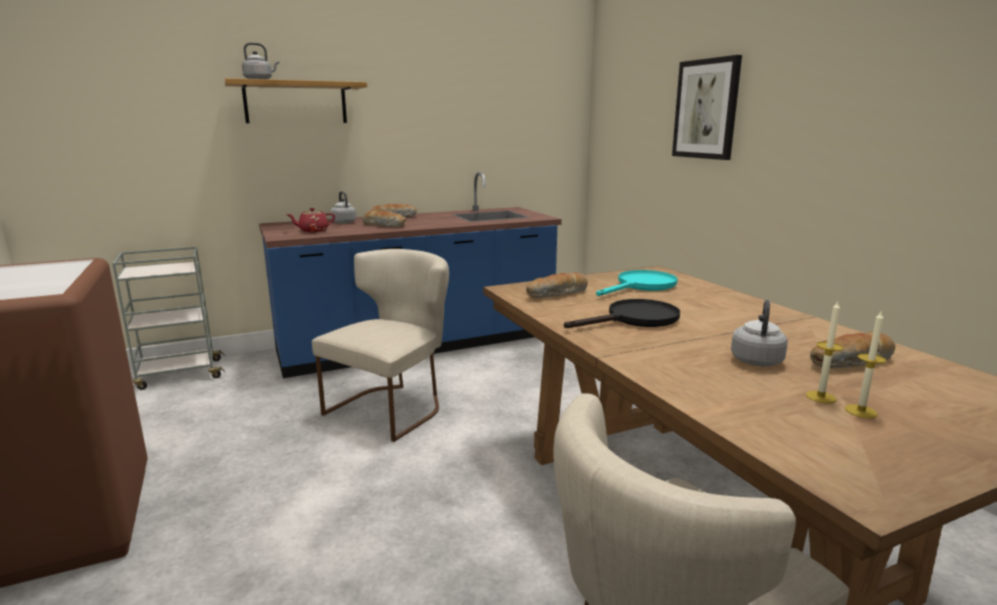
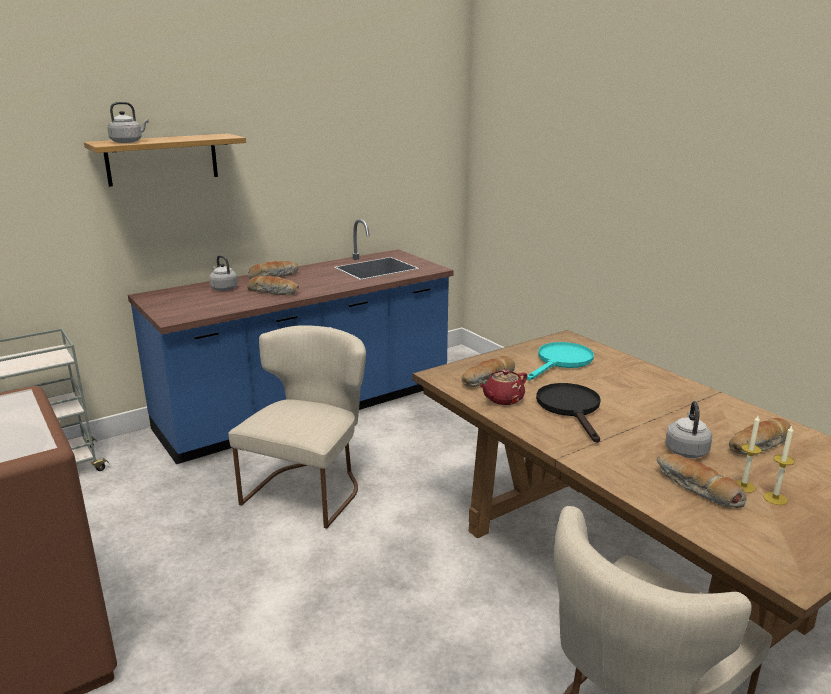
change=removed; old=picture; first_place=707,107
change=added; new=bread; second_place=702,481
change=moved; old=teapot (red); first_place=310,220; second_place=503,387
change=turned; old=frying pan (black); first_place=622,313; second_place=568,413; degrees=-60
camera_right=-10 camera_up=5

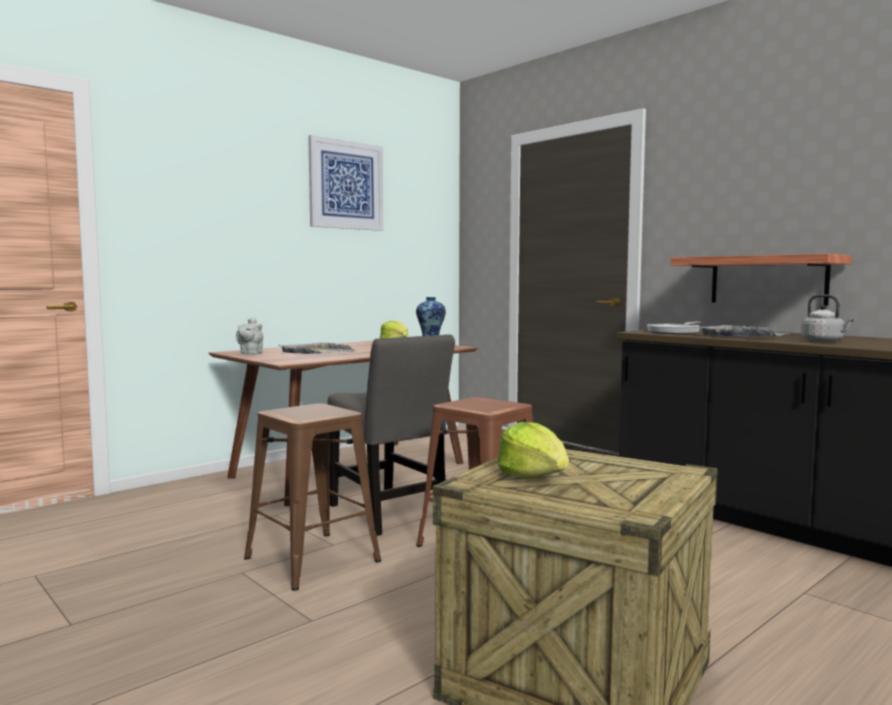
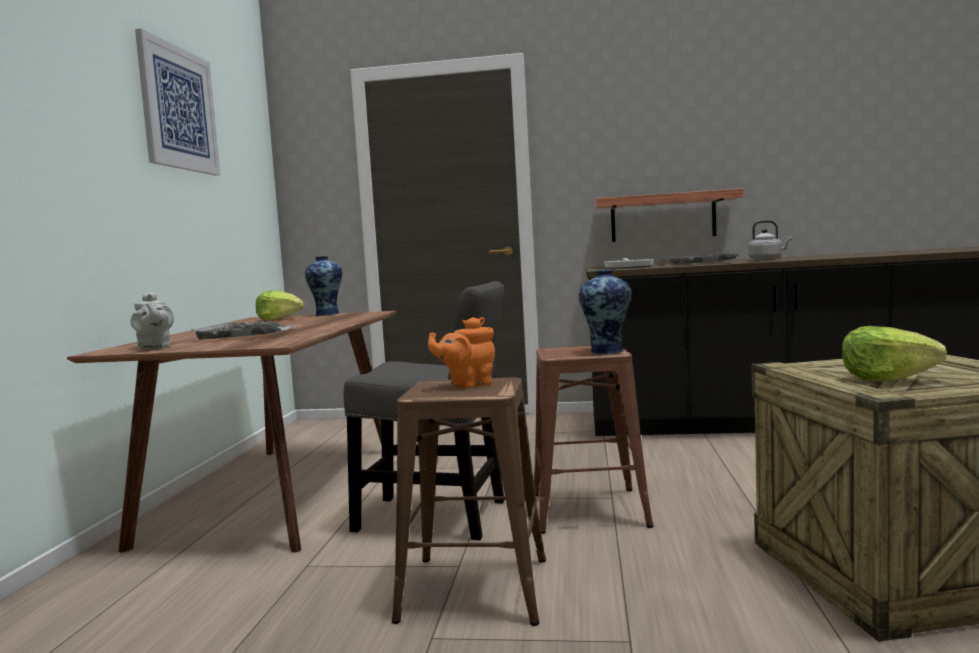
change=added; new=teapot (orange); second_place=461,353
change=added; new=vase; second_place=605,312
camera_right=-40 camera_up=0

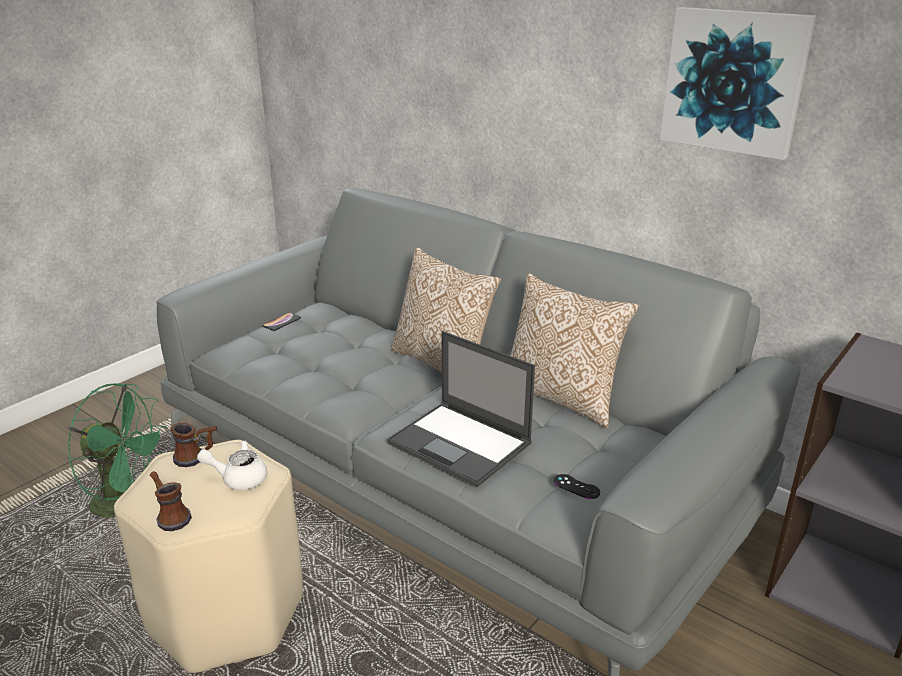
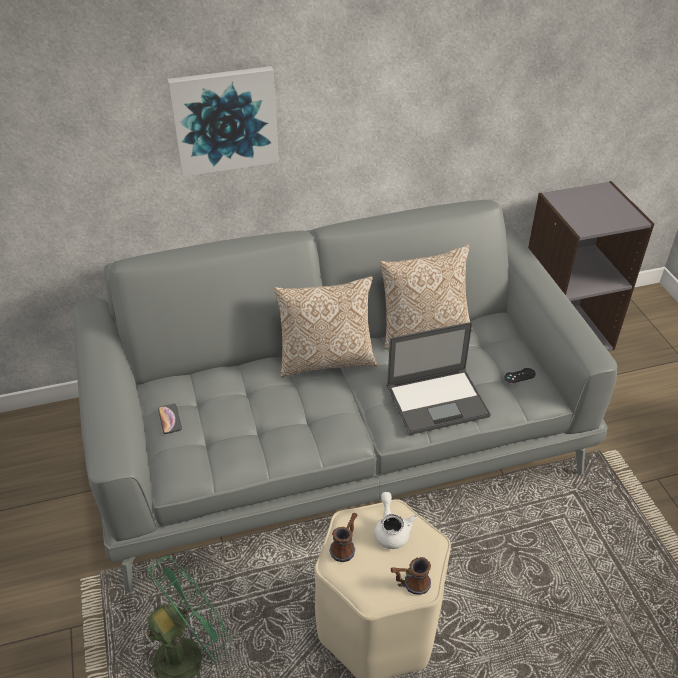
change=moved; old=picture; first_place=738,83; second_place=223,121
change=turned; old=teapot (white); first_place=232,465; second_place=395,520; degrees=135
camera_right=-55 camera_up=15

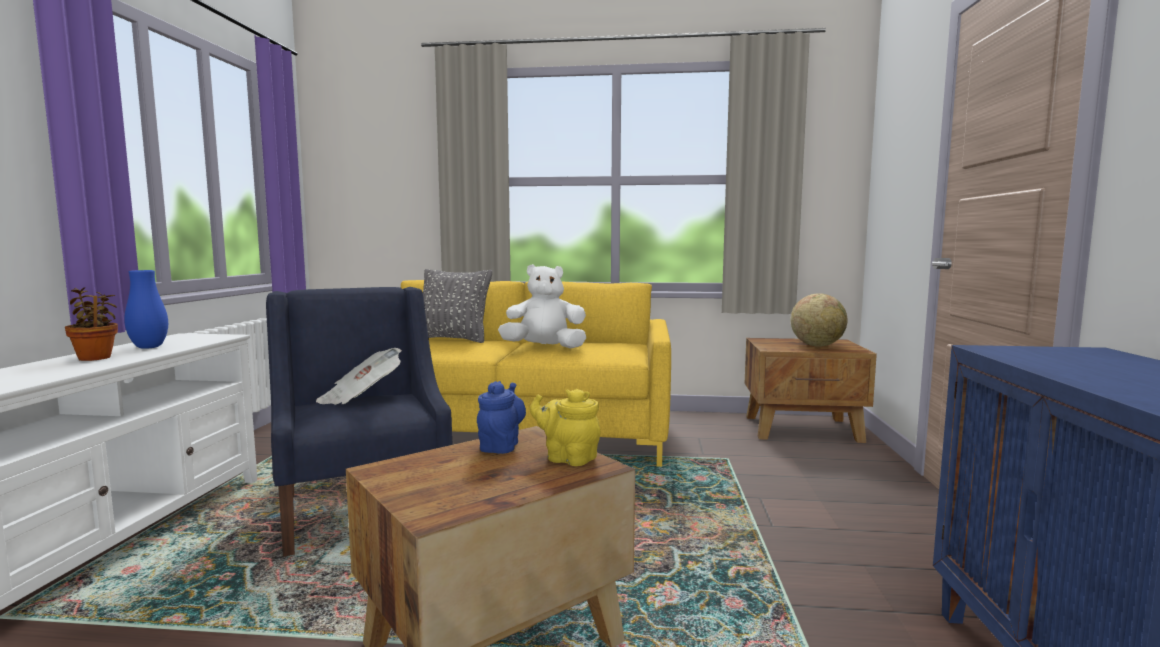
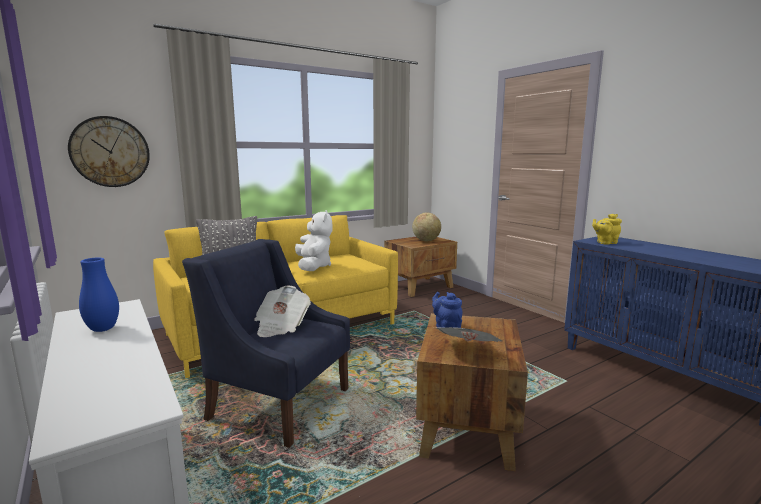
change=removed; old=potted plant; first_place=91,324
change=added; new=wall clock; second_place=109,151
change=added; new=newspaper; second_place=468,334
change=moved; old=teapot (yellow); first_place=565,427; second_place=607,229
change=turned; old=plush toy (white); first_place=542,306; second_place=313,240; degrees=120
camera_right=-40 camera_up=5

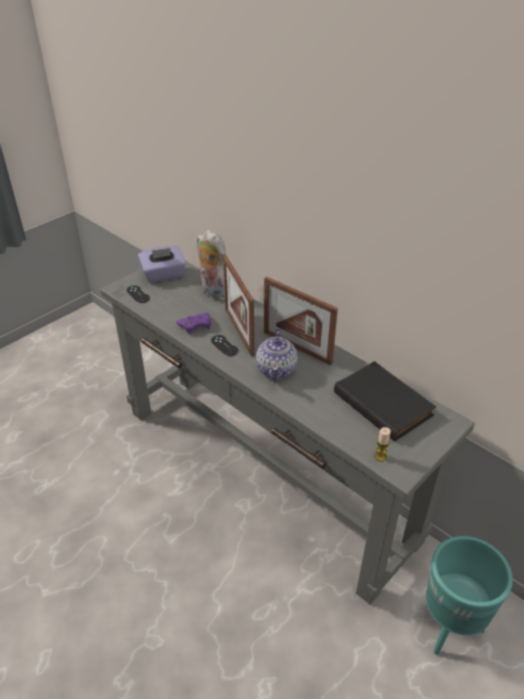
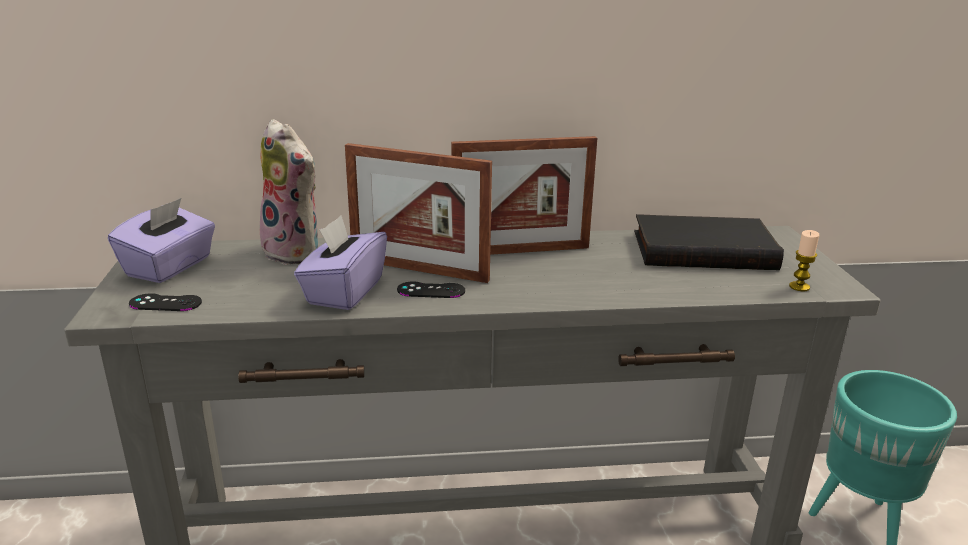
change=removed; old=teapot; first_place=277,354
change=replaced; old=game controller (purple); new=tissue box (purple); first_place=193,324; second_place=340,262
change=turned; old=plush toy; first_place=211,265; second_place=289,192; degrees=-135
camera_right=-50 camera_up=-15

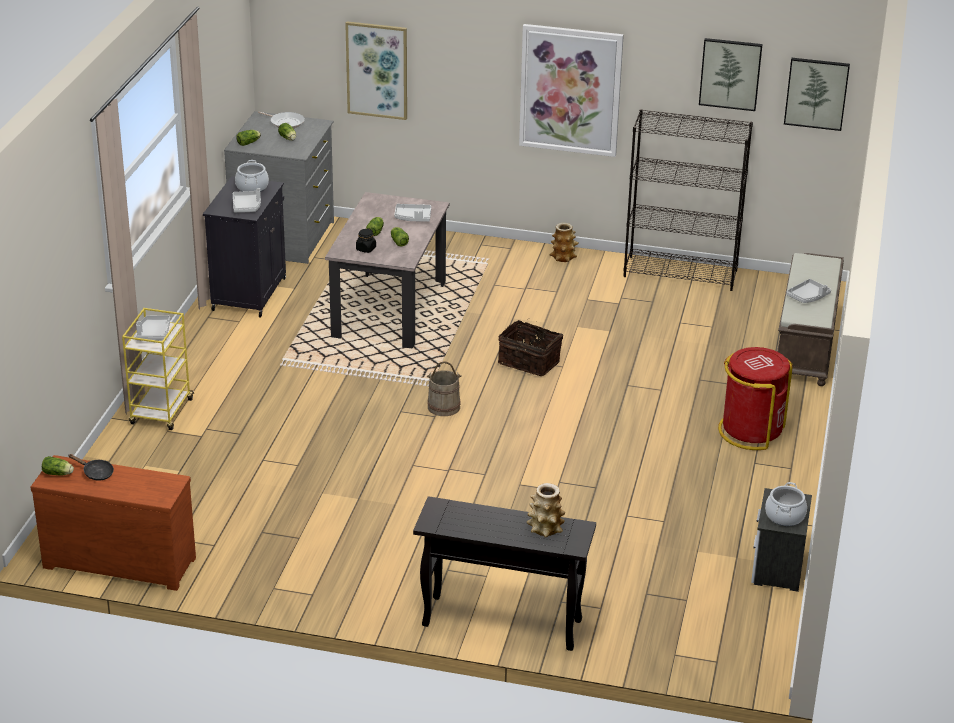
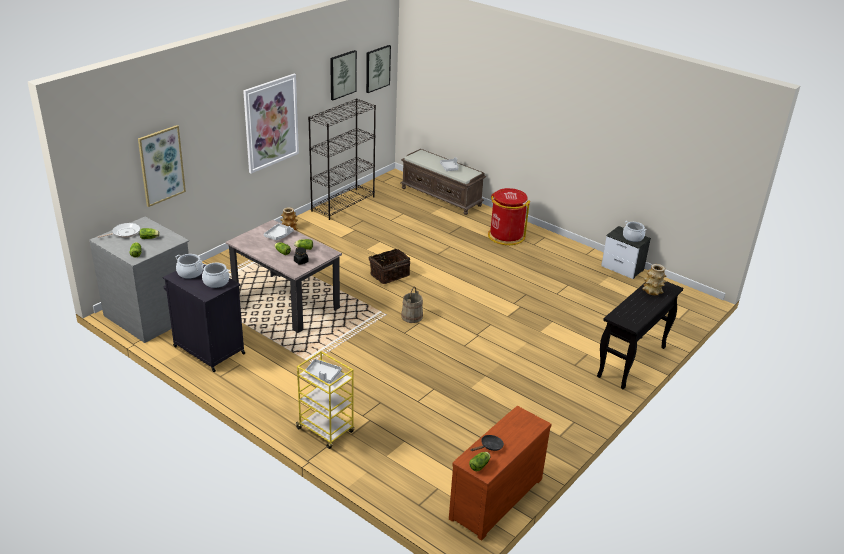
change=replaced; old=tray (grey); new=cooking pot; first_place=247,200; second_place=215,275
camera_right=-65 camera_up=0

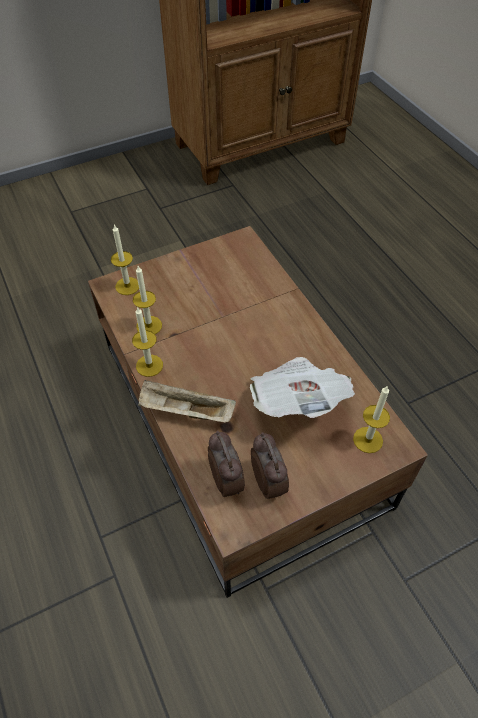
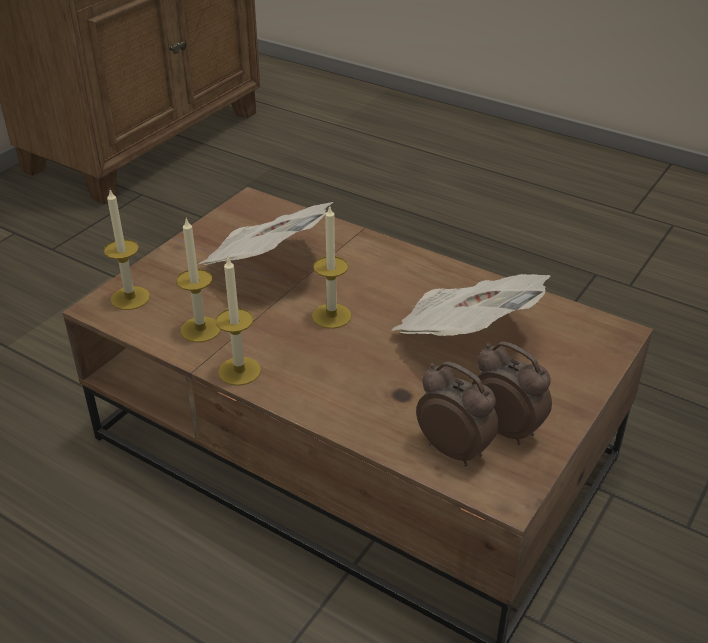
change=removed; old=tray (beige); first_place=187,401
change=added; new=newspaper; second_place=266,233
change=moved; old=candle; first_place=371,419; second_place=332,267
camera_right=-30 camera_up=-15

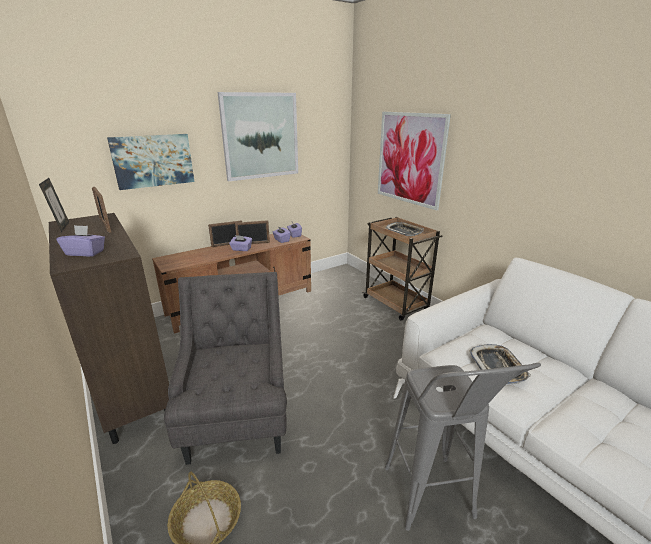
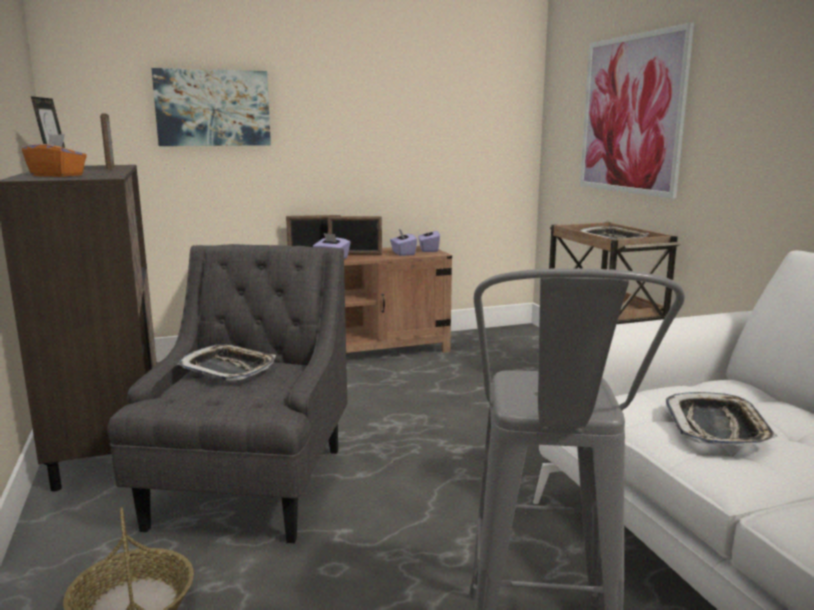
change=removed; old=picture; first_place=258,136
change=added; new=tray; second_place=226,362
change=recoloured; old=tissue box (purple); new=tissue box (orange); first_place=81,241; second_place=54,155
camera_right=15 camera_up=-10

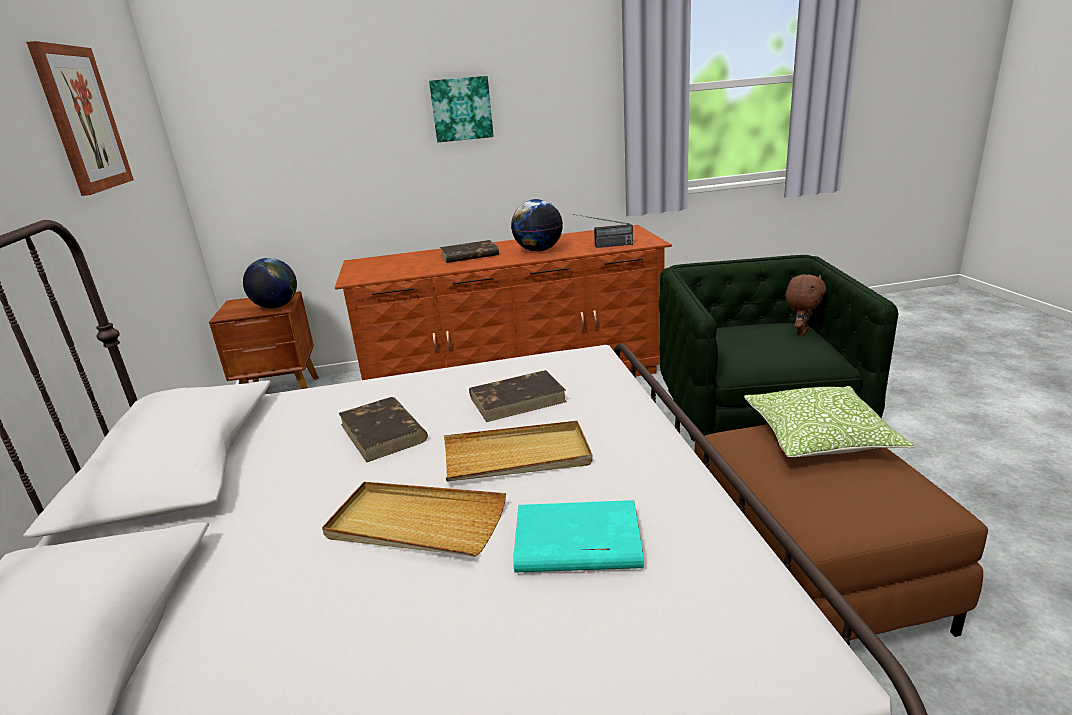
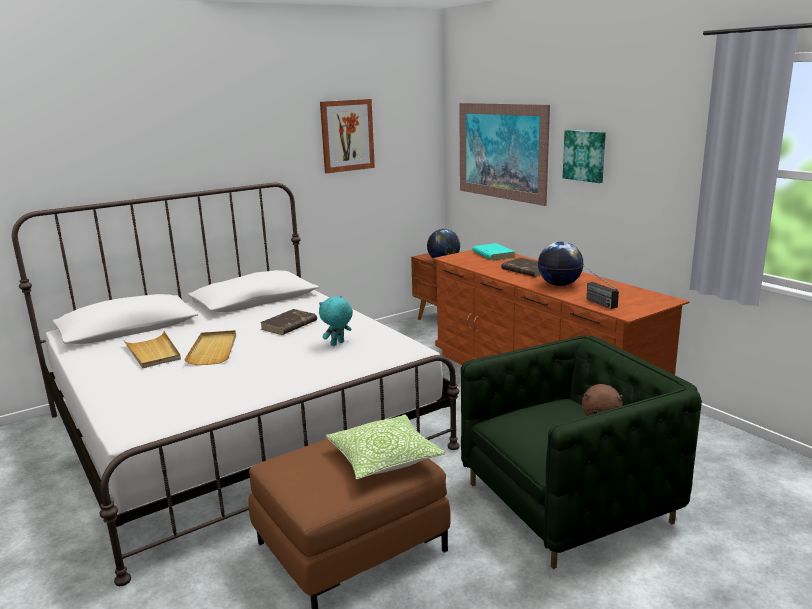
change=added; new=picture; second_place=504,154
change=moved; old=tray (beige); first_place=518,451; second_place=152,350
change=moved; old=book (turquoise); first_place=578,536; second_place=493,252
change=replaced; old=book (brown); new=plush toy (turquoise); first_place=518,396; second_place=336,321
camera_right=65 camera_up=-5

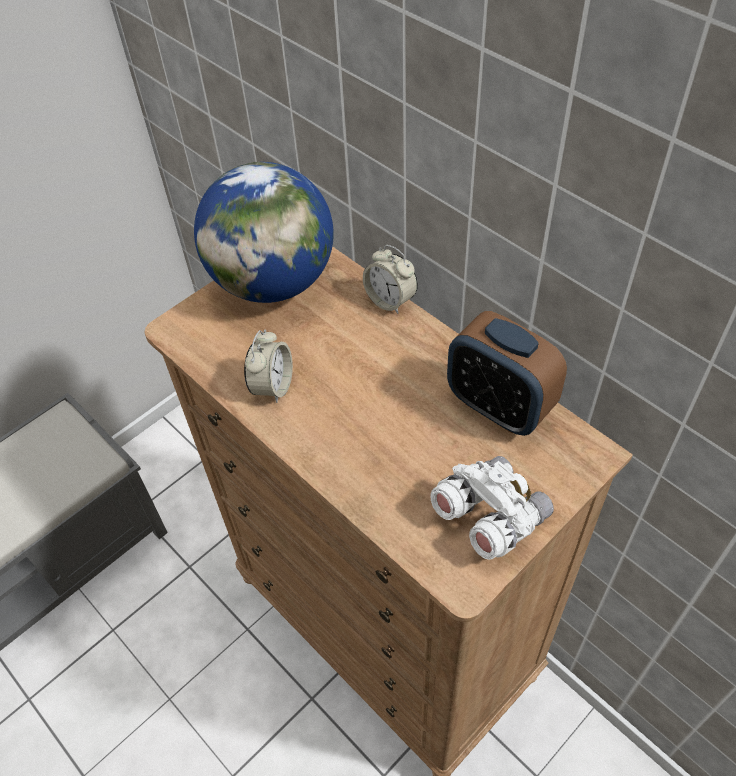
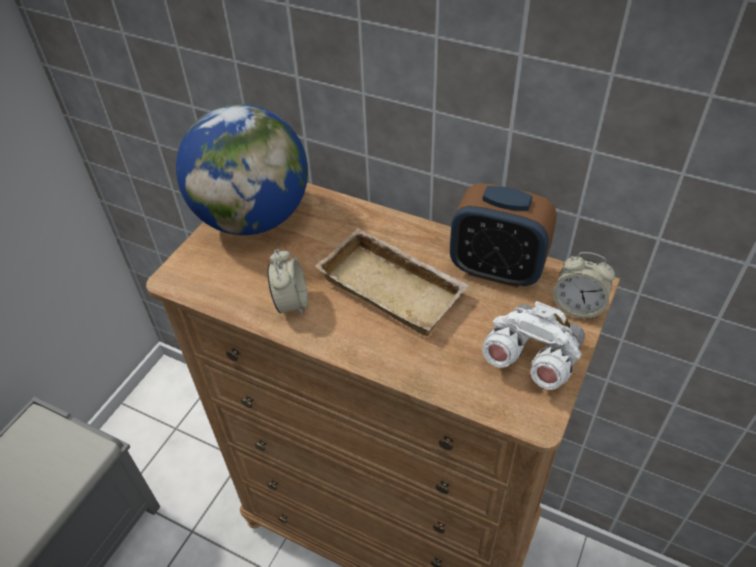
change=added; new=tray (beige); second_place=392,282
change=moved; old=alarm clock; first_place=390,279; second_place=584,285
camera_right=-20 camera_up=-5

